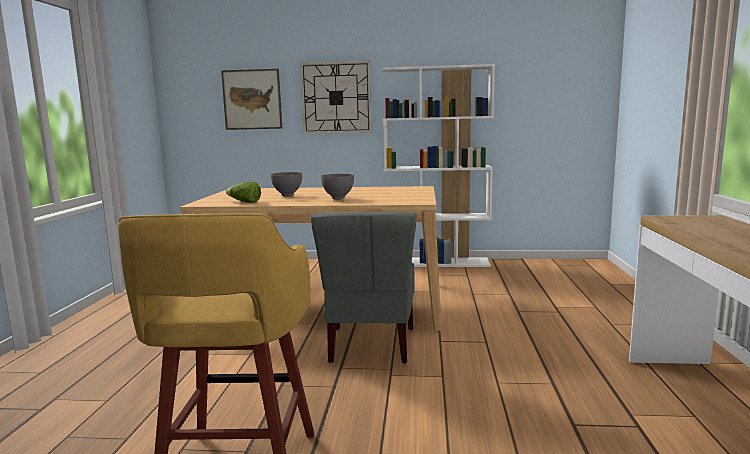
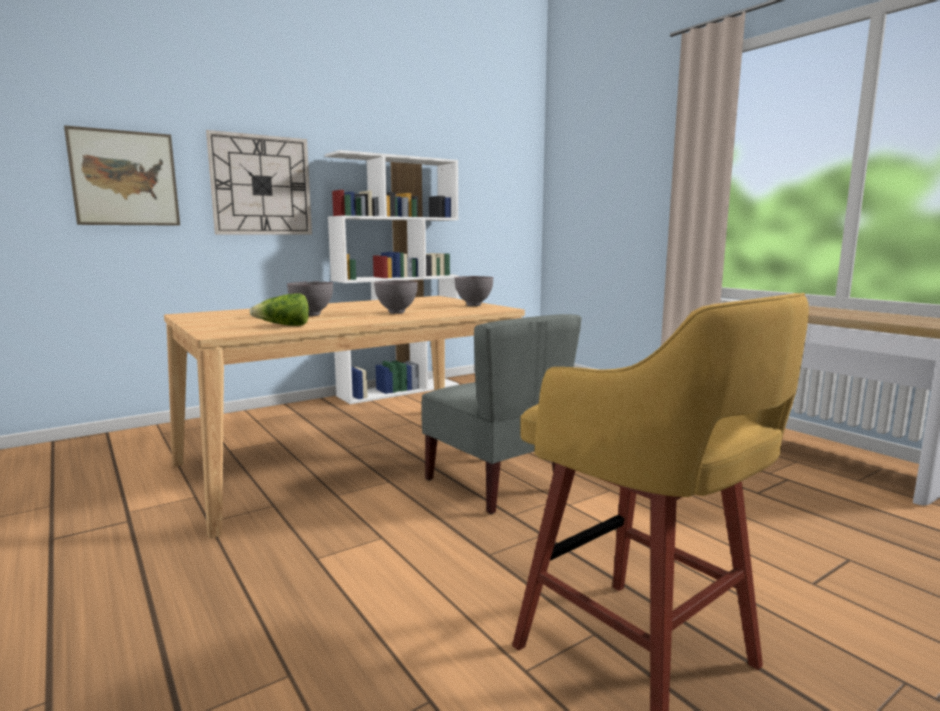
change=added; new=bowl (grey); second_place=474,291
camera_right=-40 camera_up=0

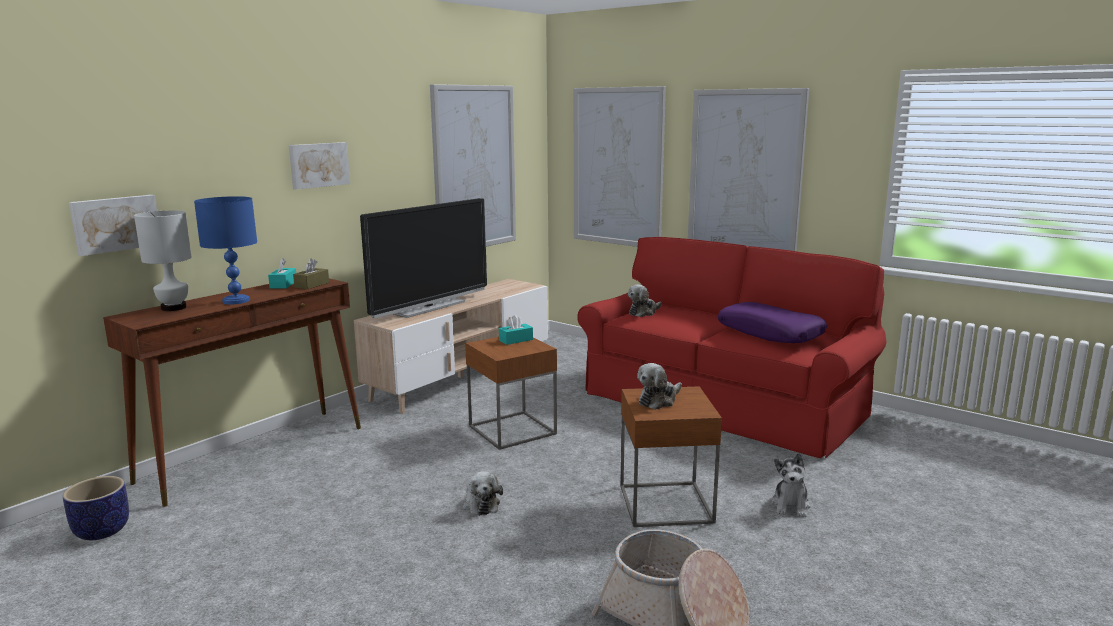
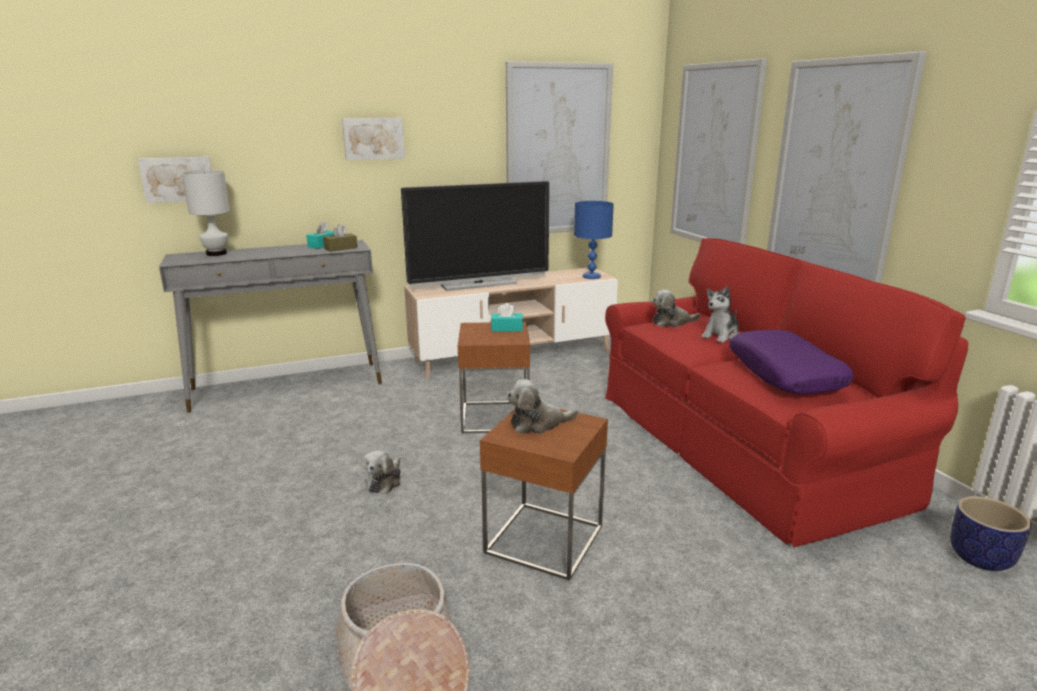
change=moved; old=planter; first_place=96,508; second_place=990,533
change=moved; old=table lamp (blue); first_place=225,250; second_place=594,240
change=moved; old=plush toy; first_place=791,485; second_place=720,314
change=recoloured; old=console table (brown); new=console table (grey); first_place=232,392; second_place=270,326
camera_right=30 camera_up=5

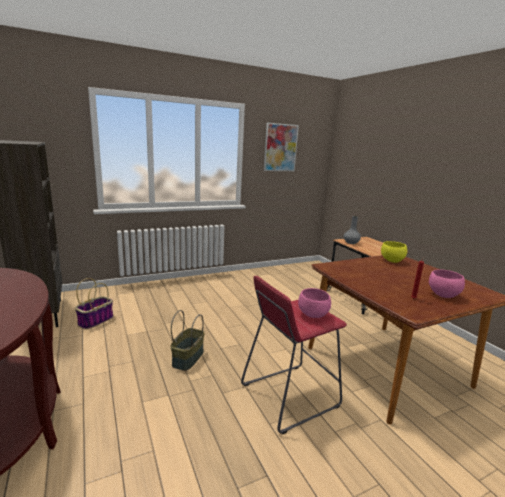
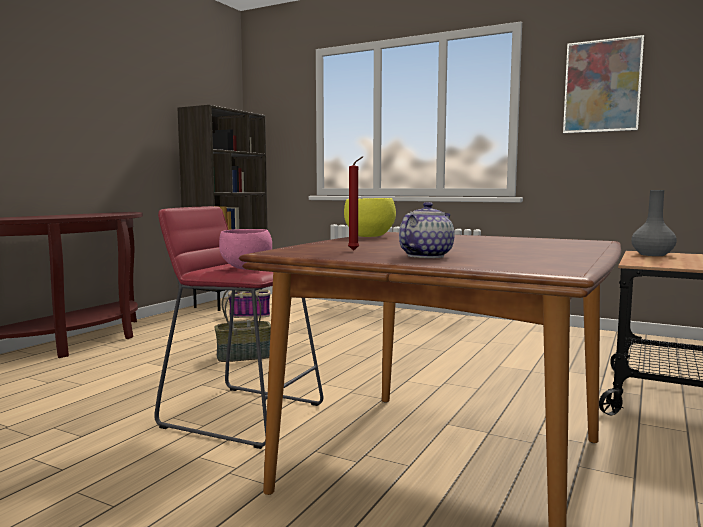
change=moved; old=bowl (yellow); first_place=394,252; second_place=370,217
change=replaced; old=bowl (pink); new=teapot; first_place=447,283; second_place=426,230
camera_right=55 camera_up=-10

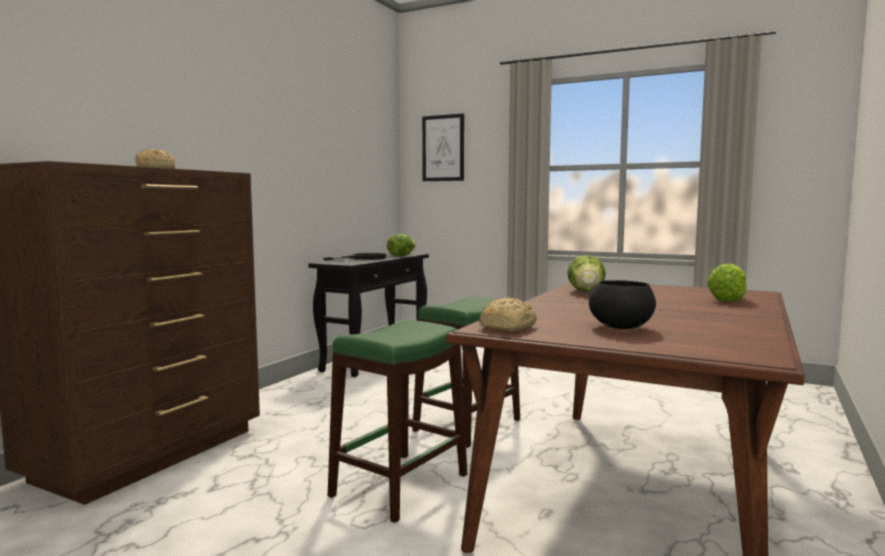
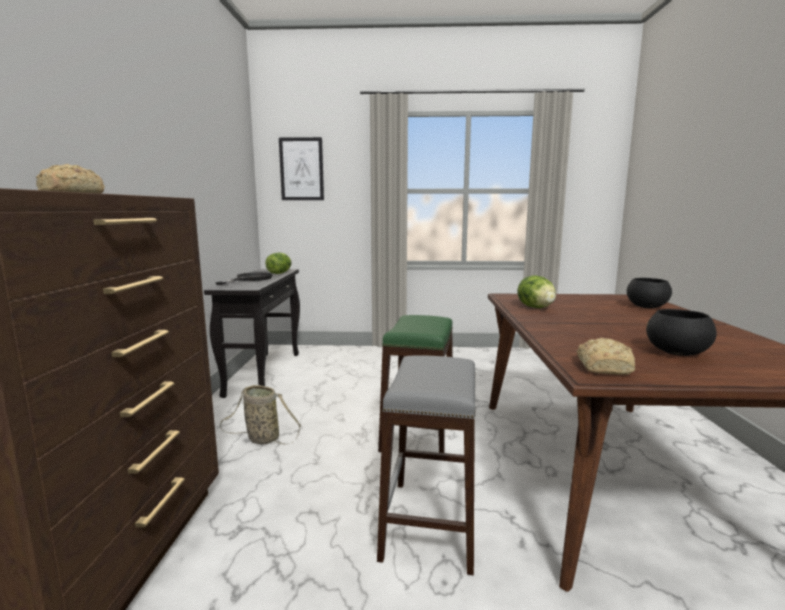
change=added; new=basket; second_place=260,415
change=replaced; old=lettuce; new=bowl (black); first_place=727,283; second_place=649,293
change=recoloured; old=stool (green); new=stool (grey); first_place=397,421; second_place=426,465
camera_right=-25 camera_up=5

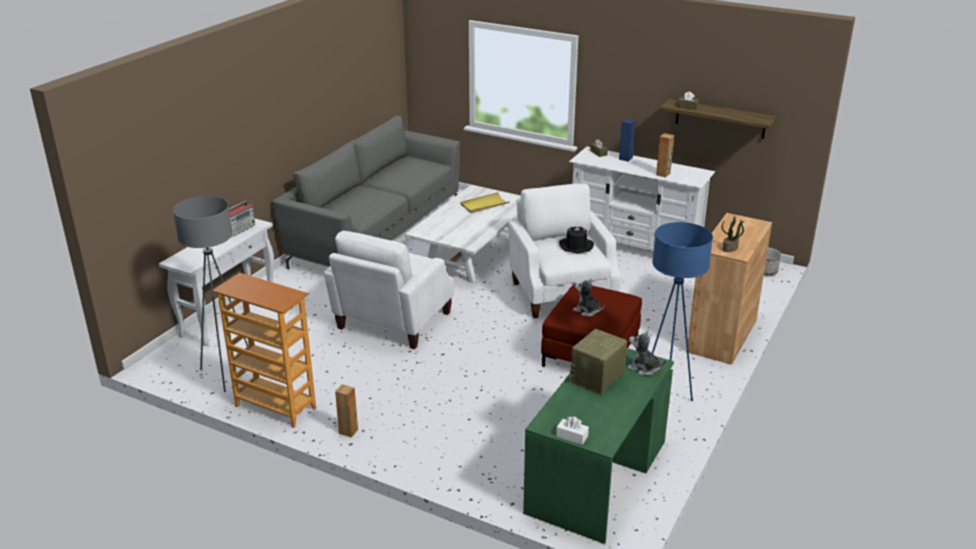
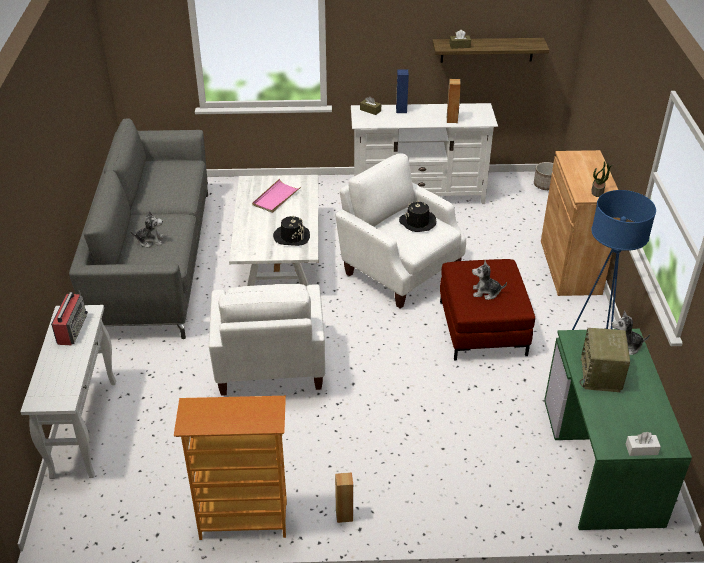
change=removed; old=floor lamp (grey); first_place=210,294
change=added; new=plush toy; second_place=146,229
change=added; new=hat (black); second_place=291,231
change=recoloured; old=tray (yellow); new=tray (pink); first_place=485,202; second_place=276,196
camera_right=-30 camera_up=10

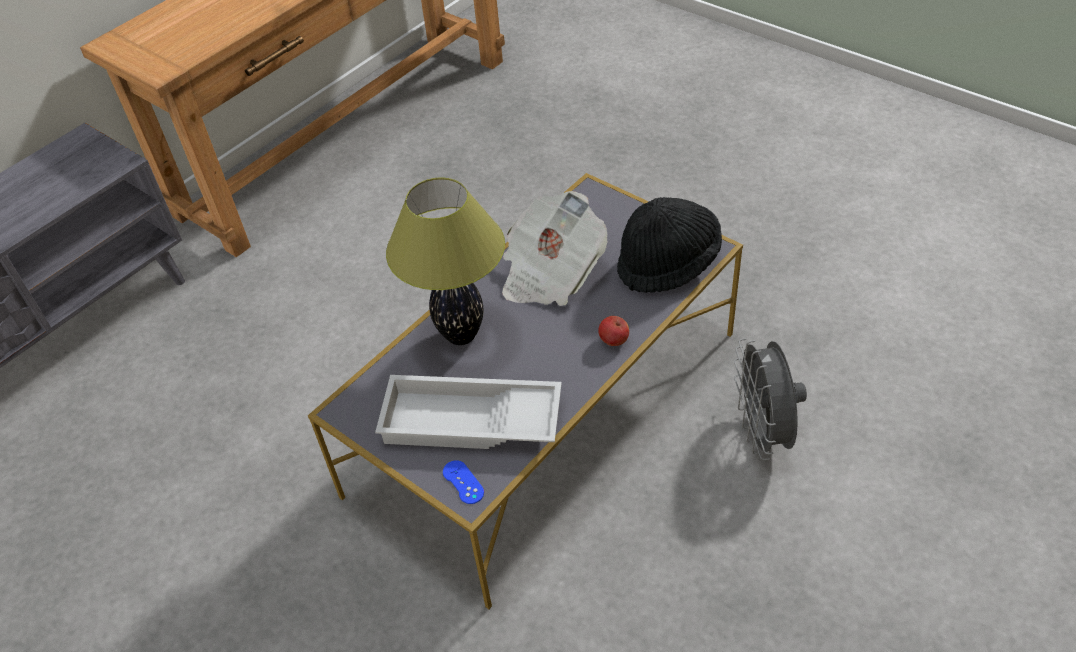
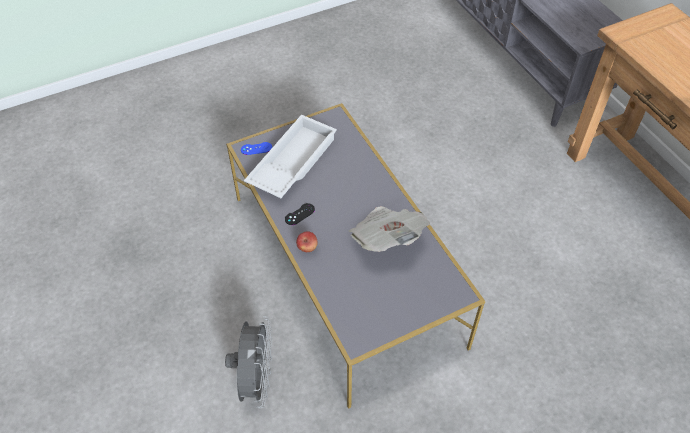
change=removed; old=table lamp; first_place=445,261
change=removed; old=hat (black); first_place=669,245
change=added; new=game controller (black); second_place=300,214
change=turned; old=fan (grey); first_place=770,399; second_place=248,362; degrees=75
camera_right=110 camera_up=5

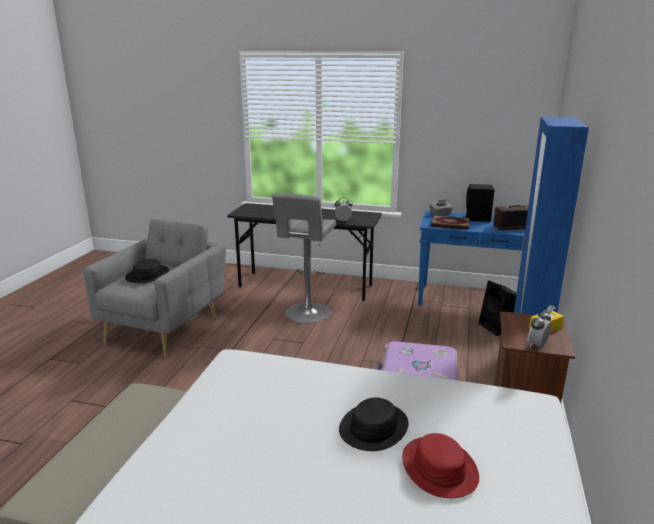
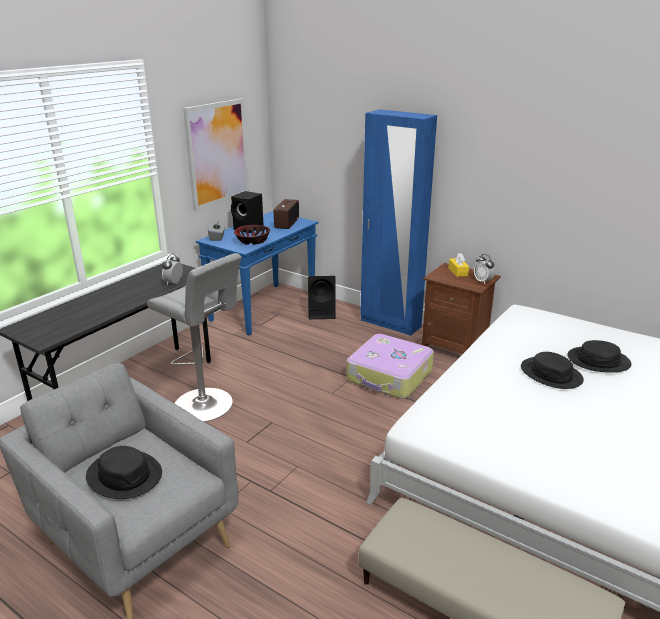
change=added; new=picture; second_place=216,155
change=replaced; old=book; new=bowl; first_place=450,222; second_place=252,235
change=recoloured; old=hat (red); new=hat (black); first_place=440,465; second_place=599,356
camera_right=-70 camera_up=5

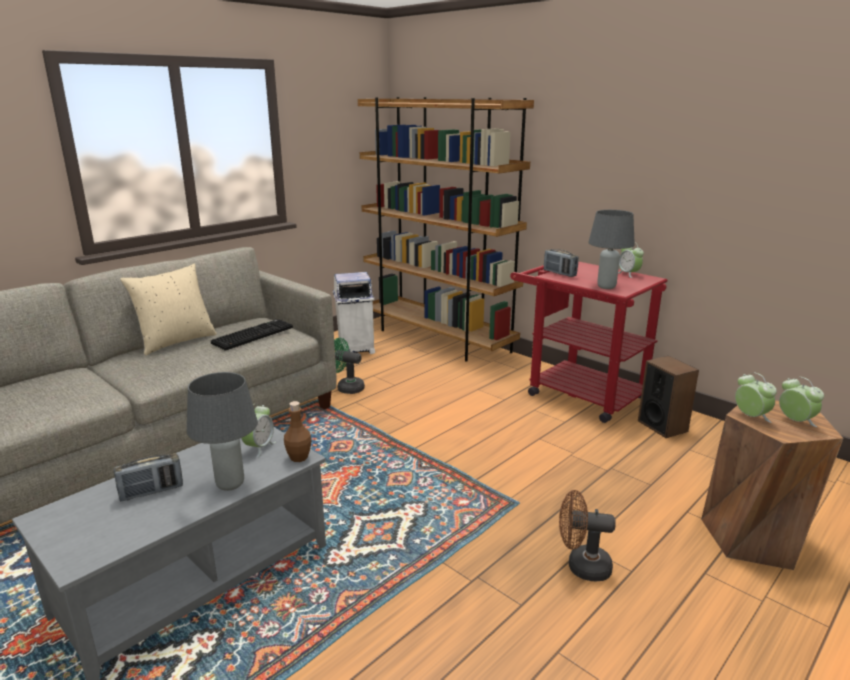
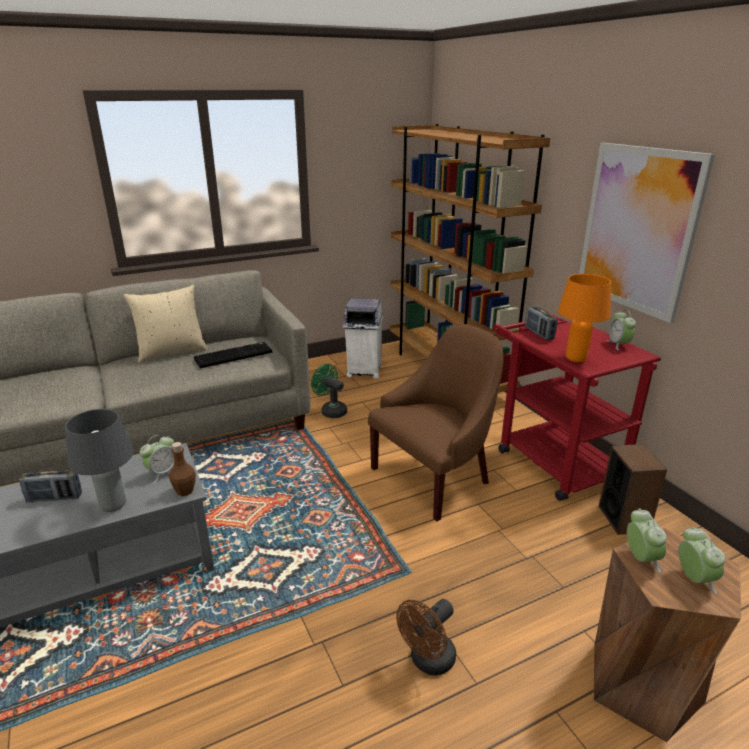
change=added; new=armchair (brown); second_place=436,422
change=added; new=picture; second_place=647,233
change=recoloured; old=table lamp (grey); new=table lamp (orange); first_place=611,249; second_place=584,318
change=turned; old=fan (brown); first_place=587,535; second_place=426,637; degrees=-75
camera_right=20 camera_up=5

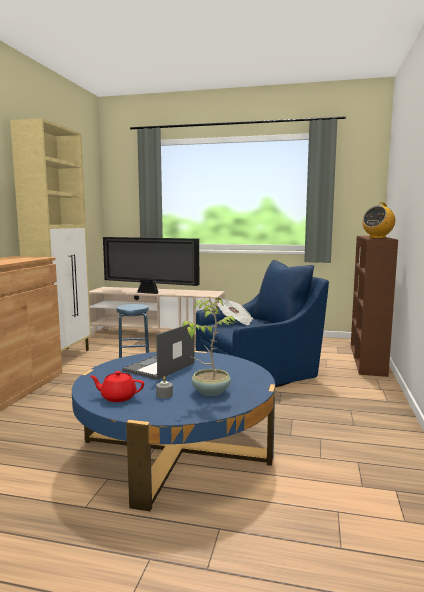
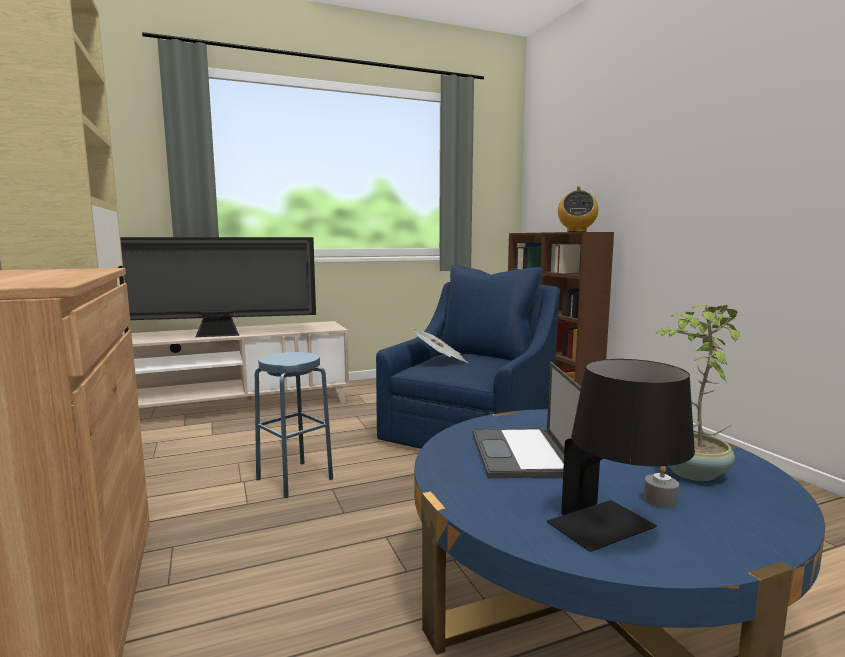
change=replaced; old=teapot (red); new=table lamp (black); first_place=117,386; second_place=621,455
camera_right=-35 camera_up=0

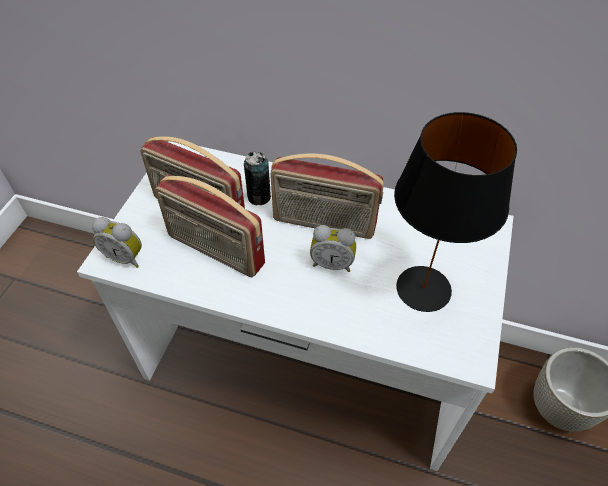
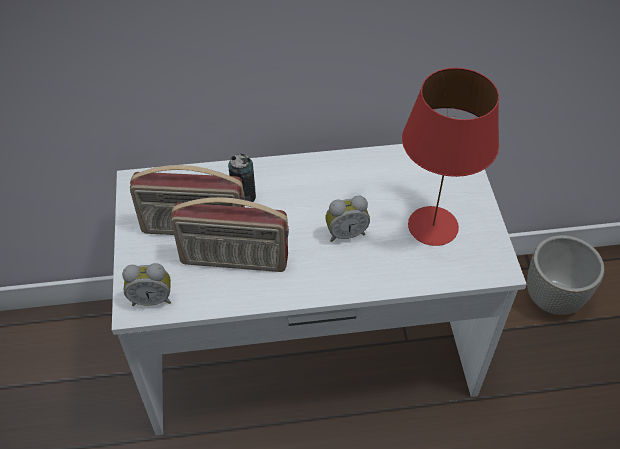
change=removed; old=radio; first_place=327,196
change=recoloured; old=table lamp (black); new=table lamp (red); first_place=455,212; second_place=450,157
camera_right=-25 camera_up=0

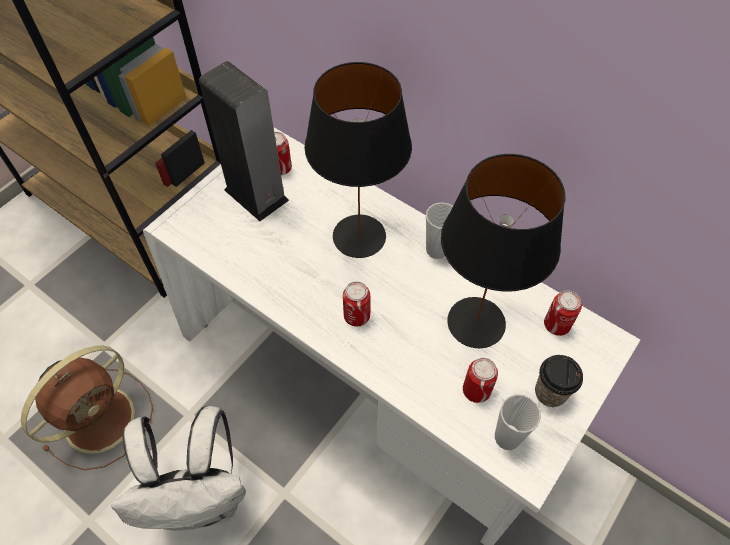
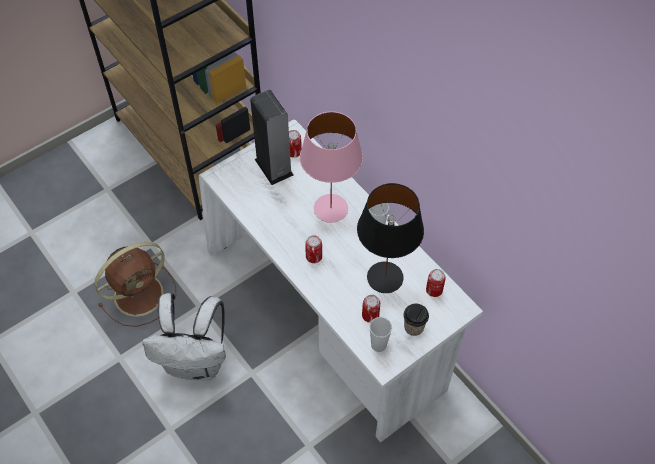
change=recoloured; old=table lamp (black); new=table lamp (pink); first_place=358,160; second_place=331,167
camera_right=15 camera_up=0

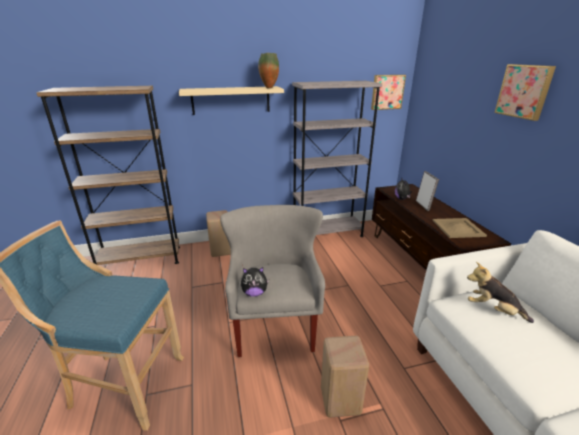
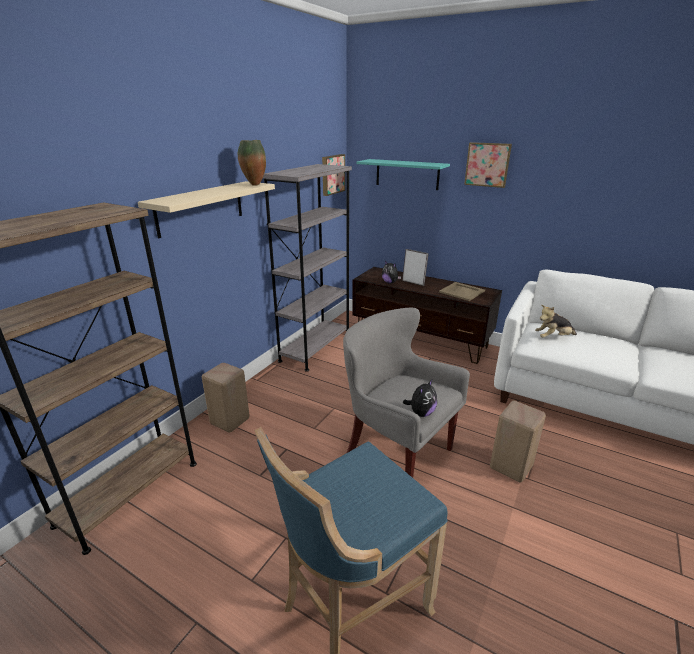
change=added; new=shelf (turquoise); second_place=403,174
camera_right=-45 camera_up=0

